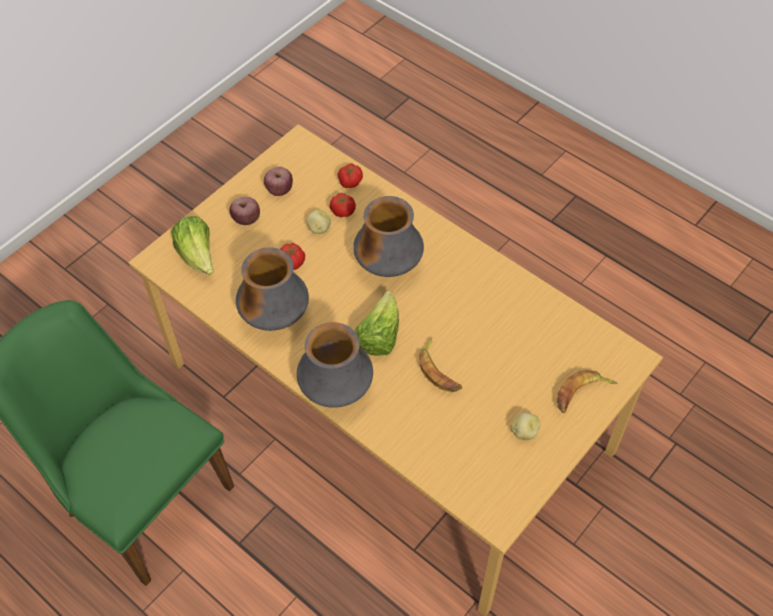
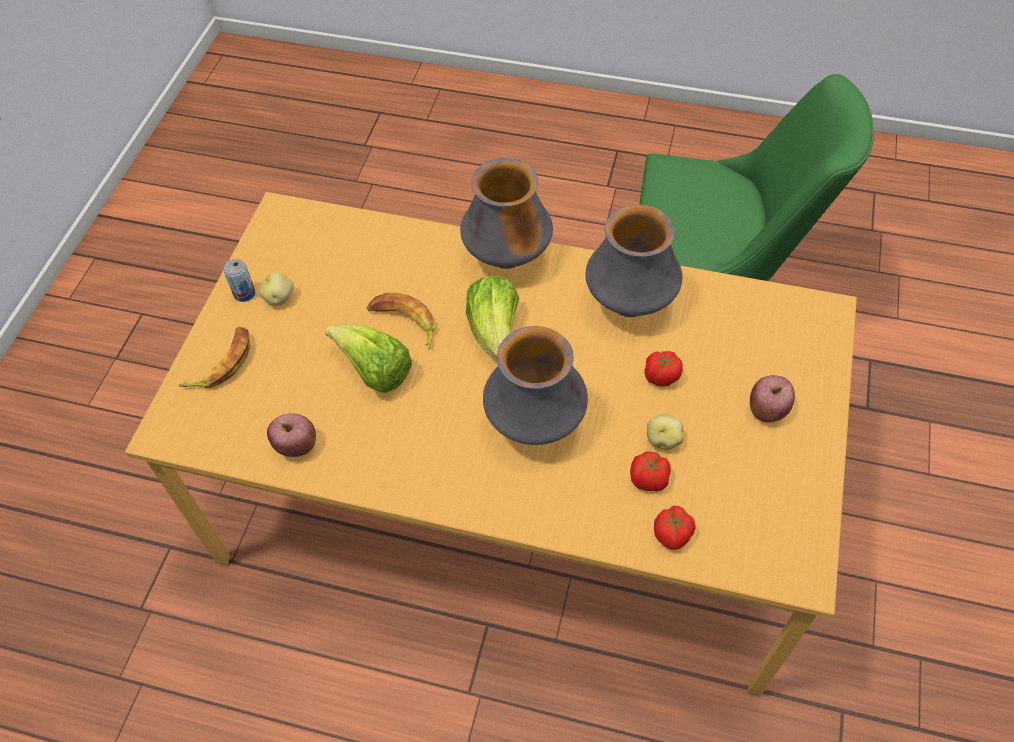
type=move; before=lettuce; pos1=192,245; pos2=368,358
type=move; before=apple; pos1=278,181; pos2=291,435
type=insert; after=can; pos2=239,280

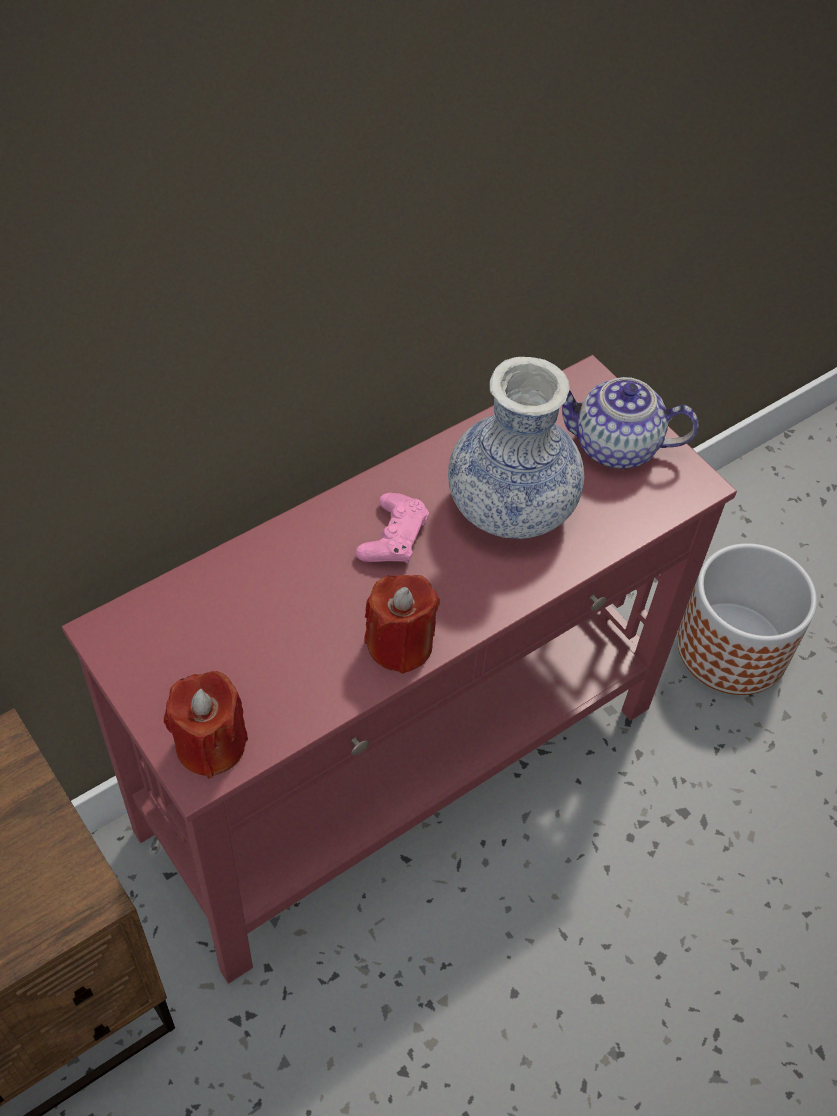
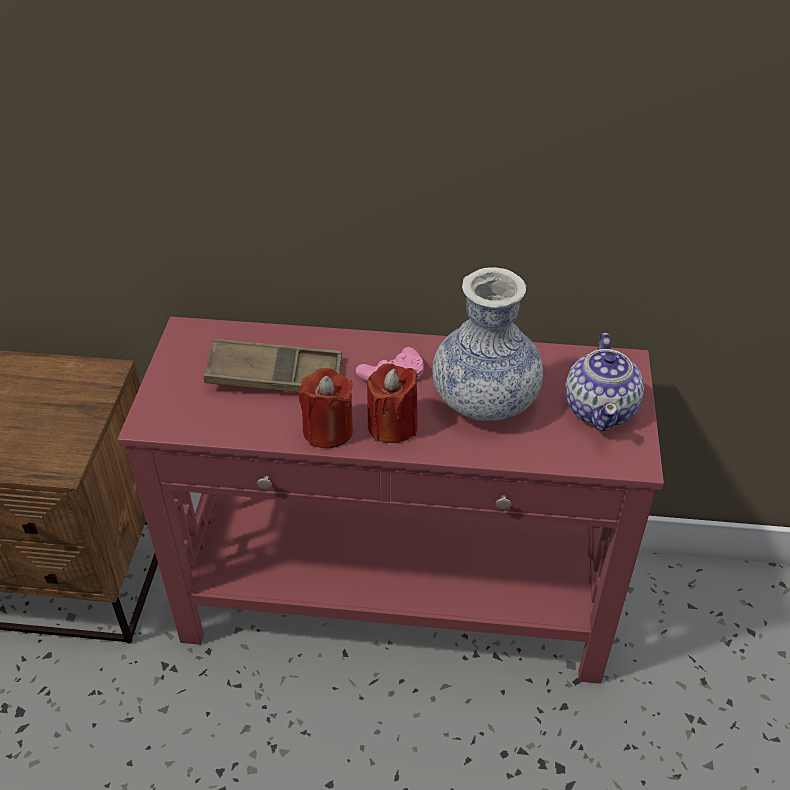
type=move; before=candle (red); pos1=206,724; pos2=392,403
type=rotate; before=teapot; pos1=630,423; pos2=604,382; turn=-135
type=delete; before=planter; pos1=747,619
type=insert; after=tray (brown); pos2=273,365

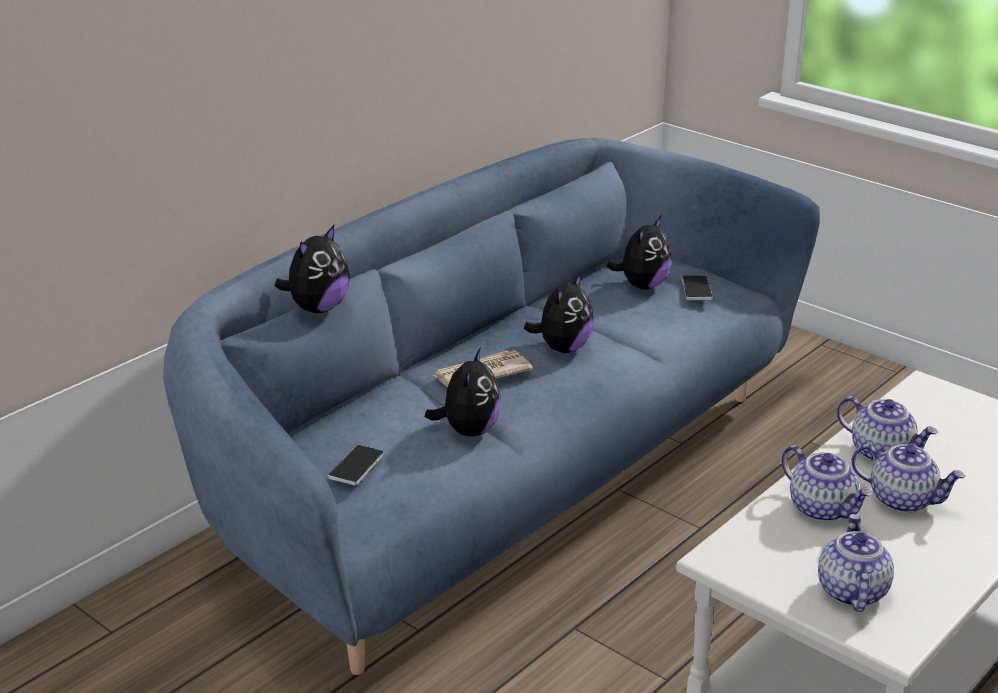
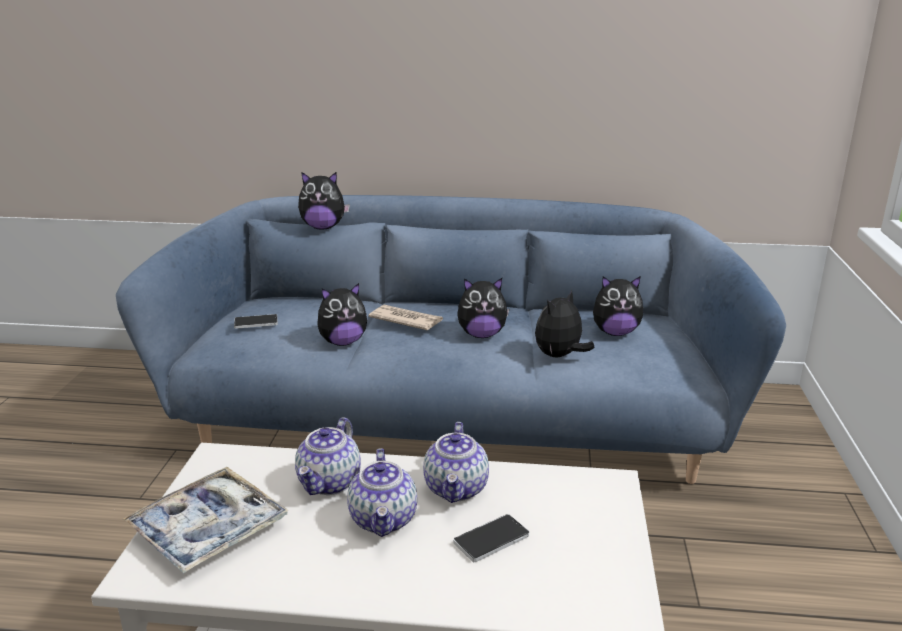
type=move; before=phone; pos1=696,287; pos2=491,538
type=replace; before=teapot; after=tray; pos1=856,563; pos2=206,520
type=insert; after=plush toy; pos2=565,323

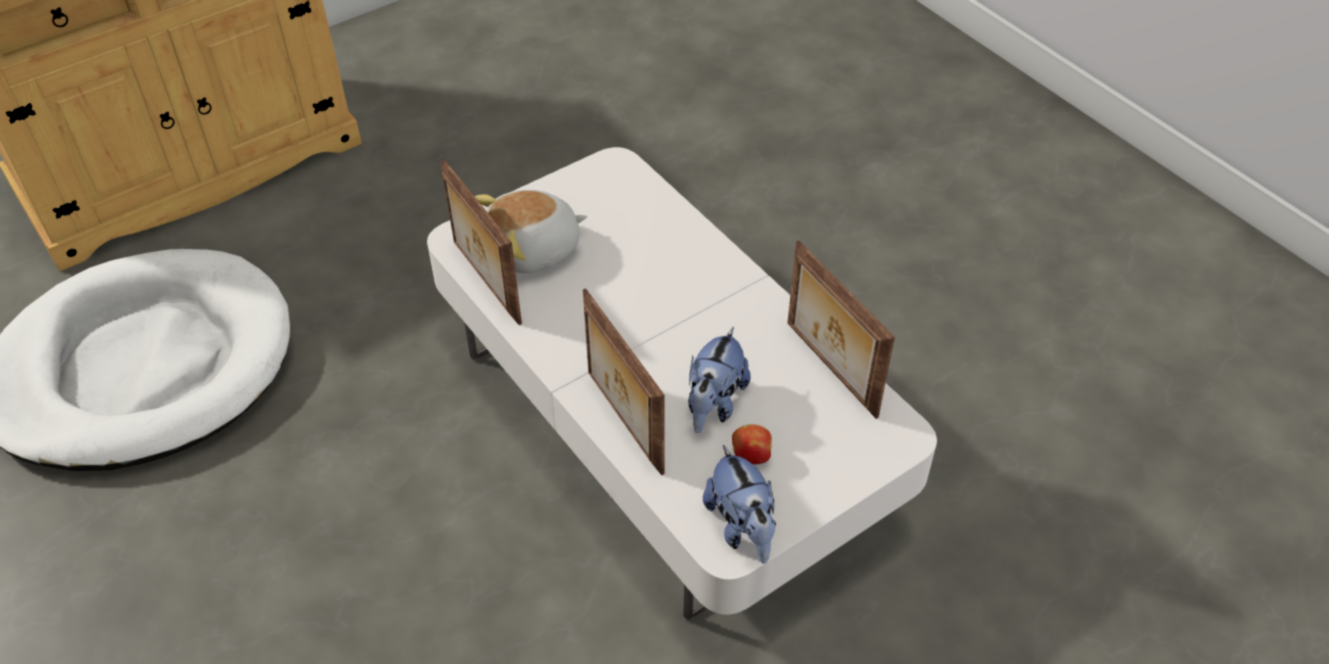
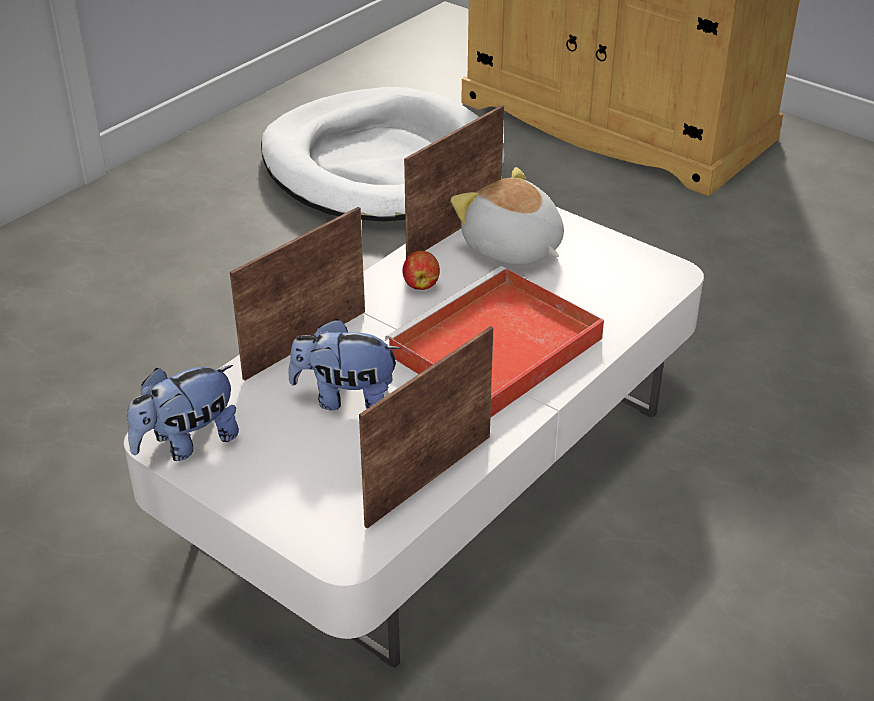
type=move; before=apple; pos1=752,444; pos2=421,270
type=insert; after=tray (red); pos2=494,342

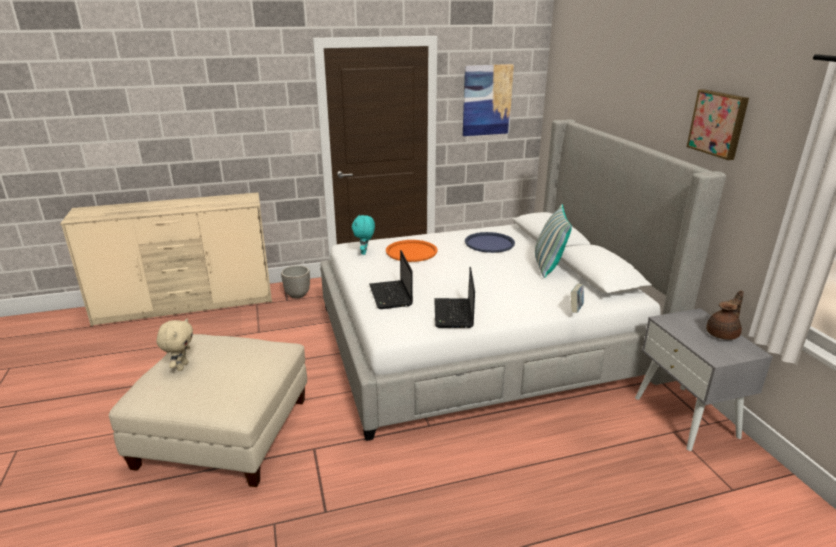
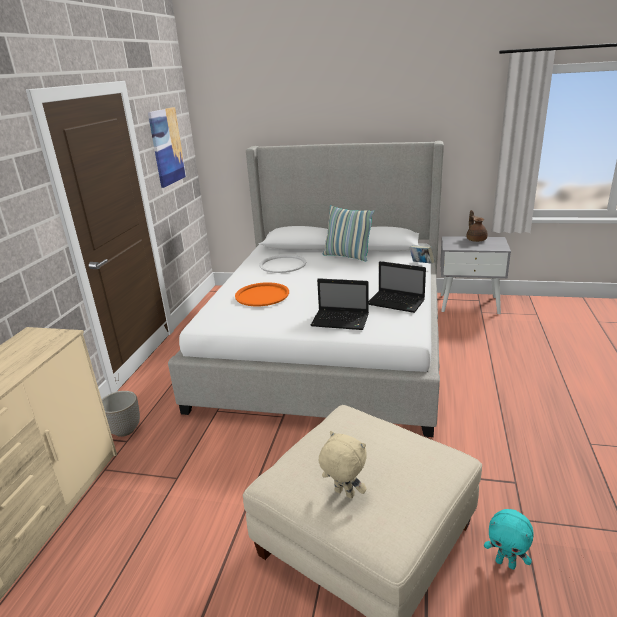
type=move; before=plush toy (turquoise); pos1=363,235; pos2=508,539
type=recolor; before=tray (blue); after=tray (white); pos1=490,242; pos2=282,264
type=delete; before=picture; pos1=718,124

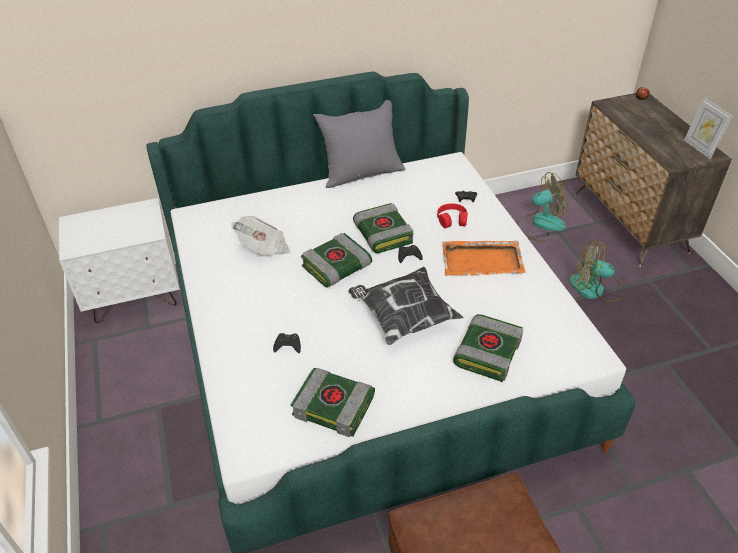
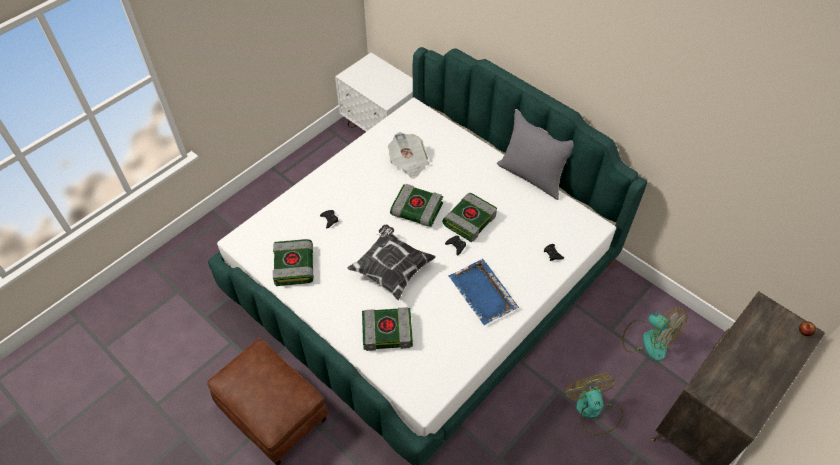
type=delete; before=headphones (red); pos1=452,215
type=recolor; before=tray (orange); after=tray (blue); pos1=483,258; pos2=483,292
type=delete; before=picture frame; pos1=708,128

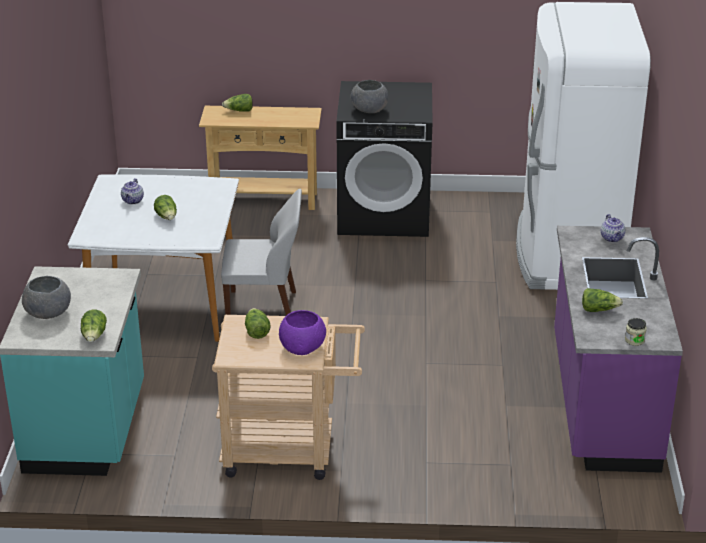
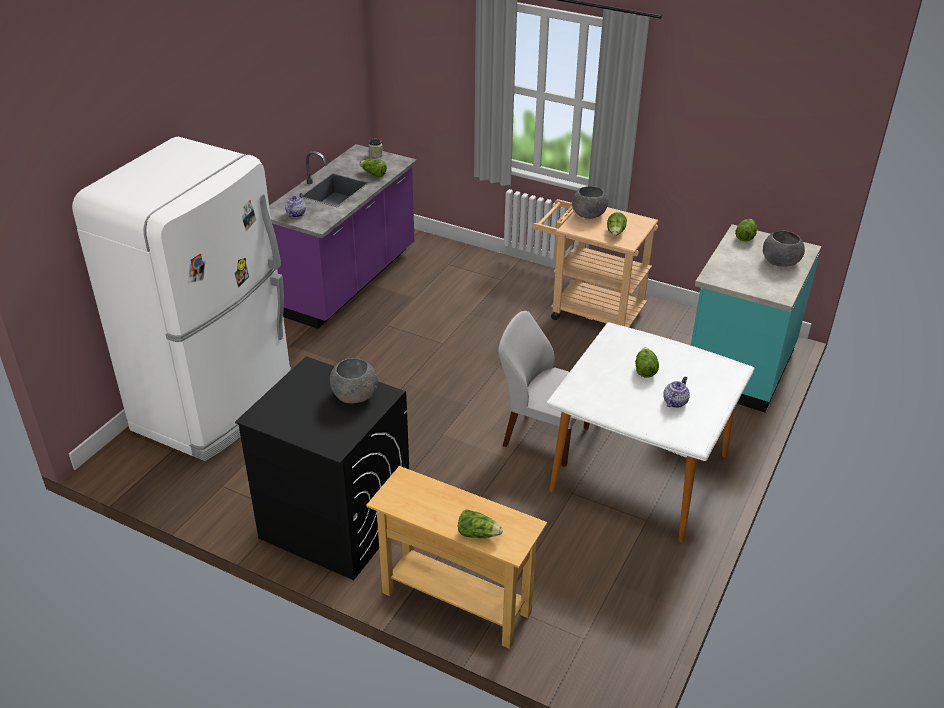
type=recolor; before=bowl (purple); after=bowl (grey); pos1=302,332; pos2=590,202

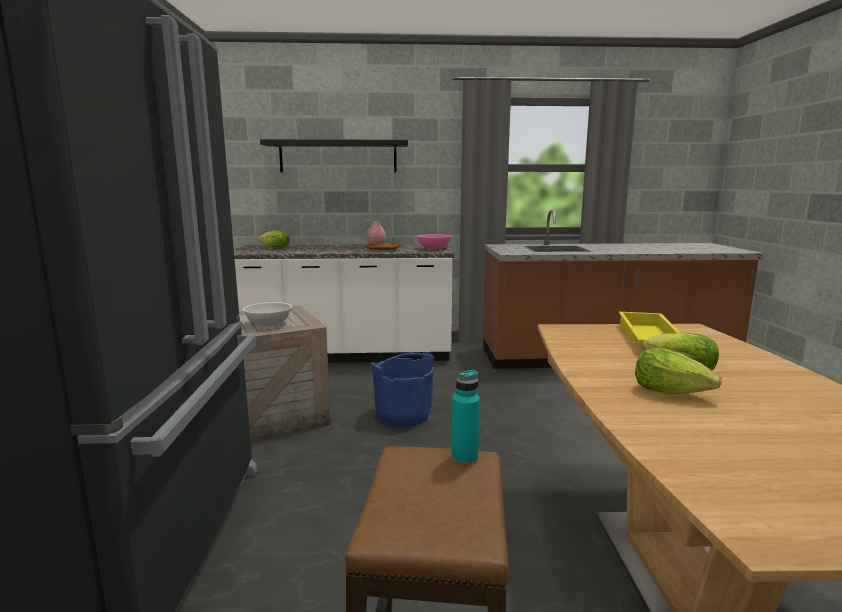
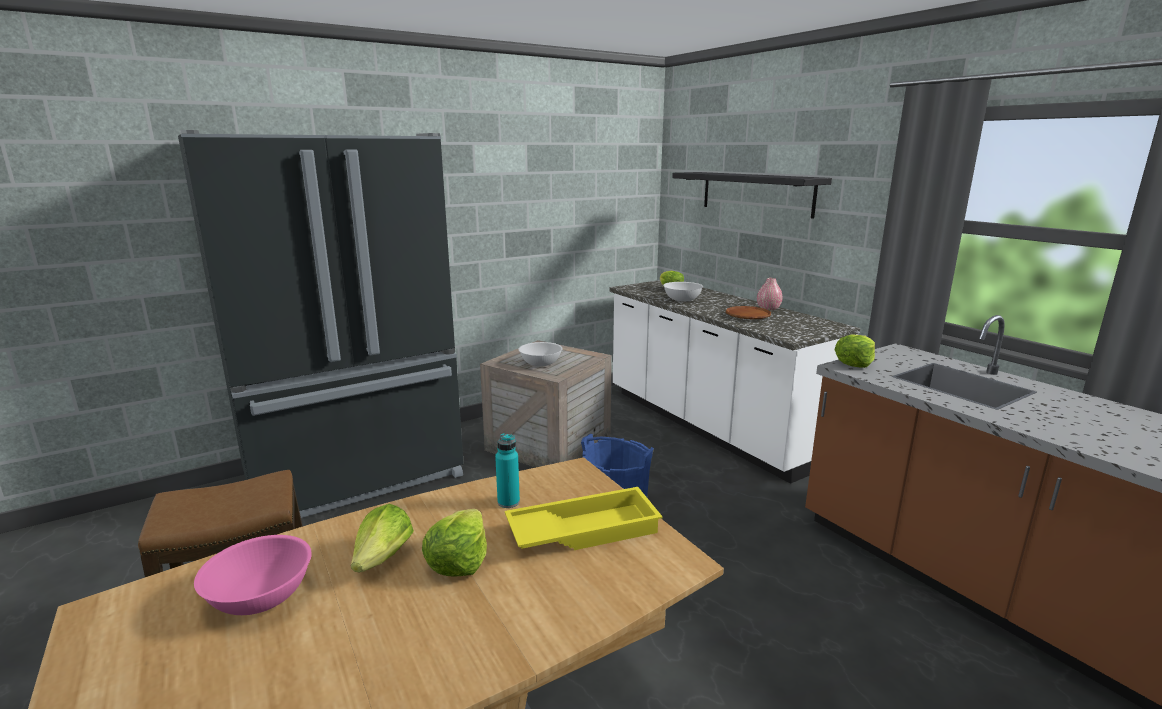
type=move; before=bowl (pink); pos1=434,241; pos2=253,575
type=move; before=bottle (turquoise); pos1=465,417; pos2=507,470
type=insert; after=bowl (white); pos2=683,291
type=insert; after=lettuce; pos2=854,351

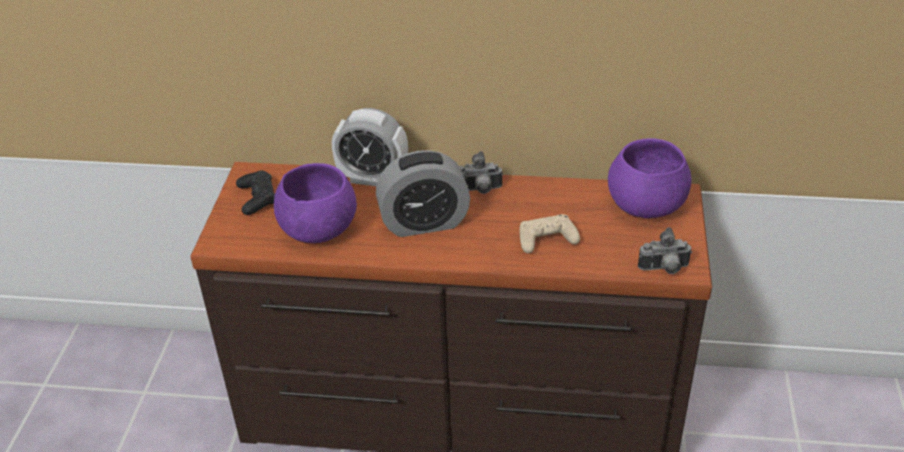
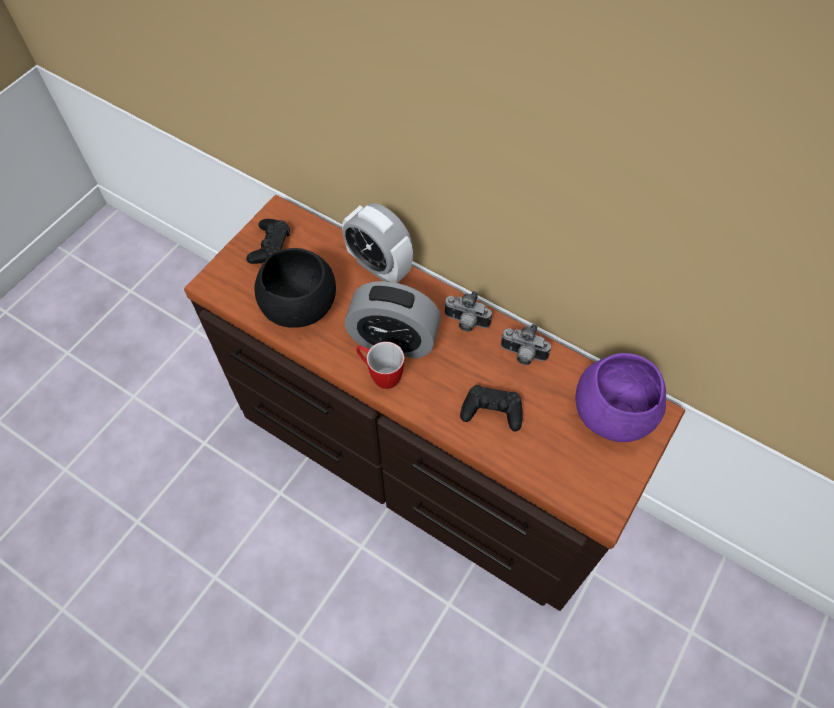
type=recolor; before=bowl (purple); after=bowl (black); pos1=315,203; pos2=295,288
type=recolor; before=game controller (beige); after=game controller (black); pos1=549,234; pos2=491,408
type=move; before=photo camera; pos1=665,250; pos2=526,344
type=insert; after=mug; pos2=380,365

